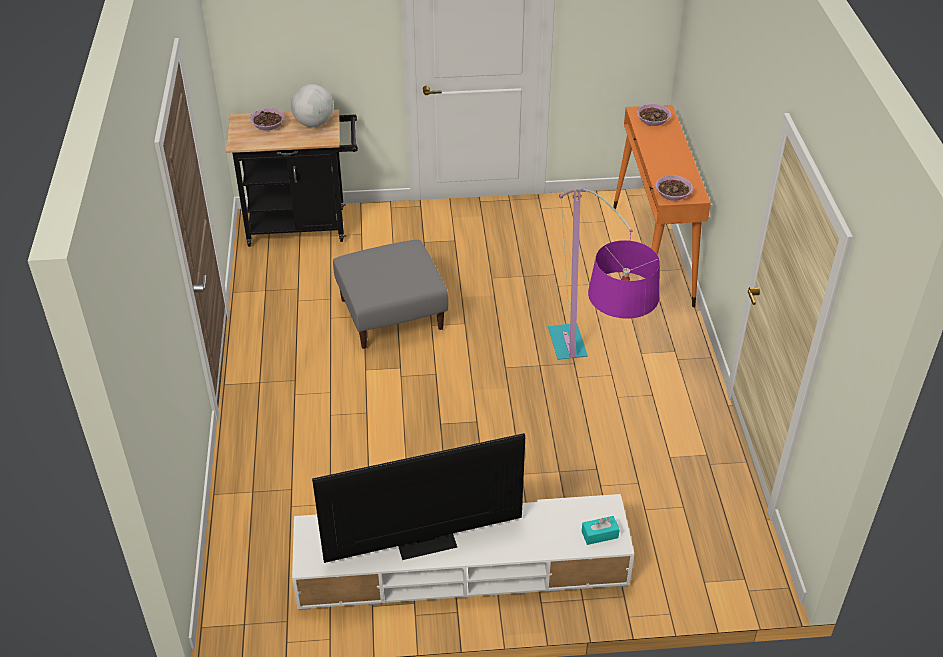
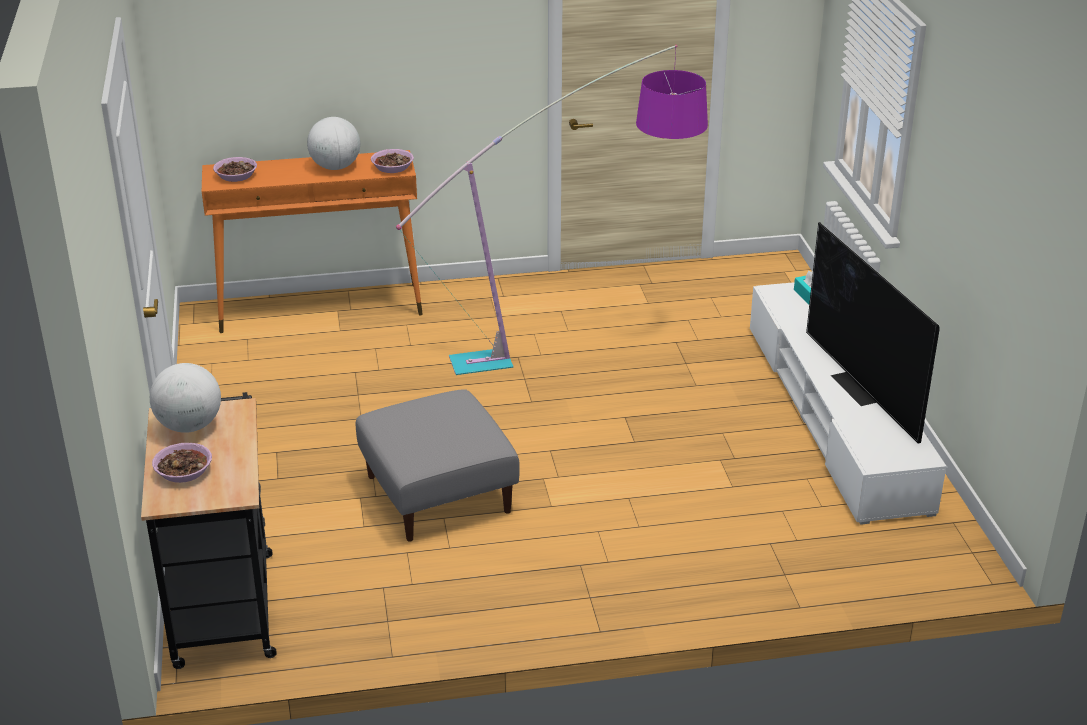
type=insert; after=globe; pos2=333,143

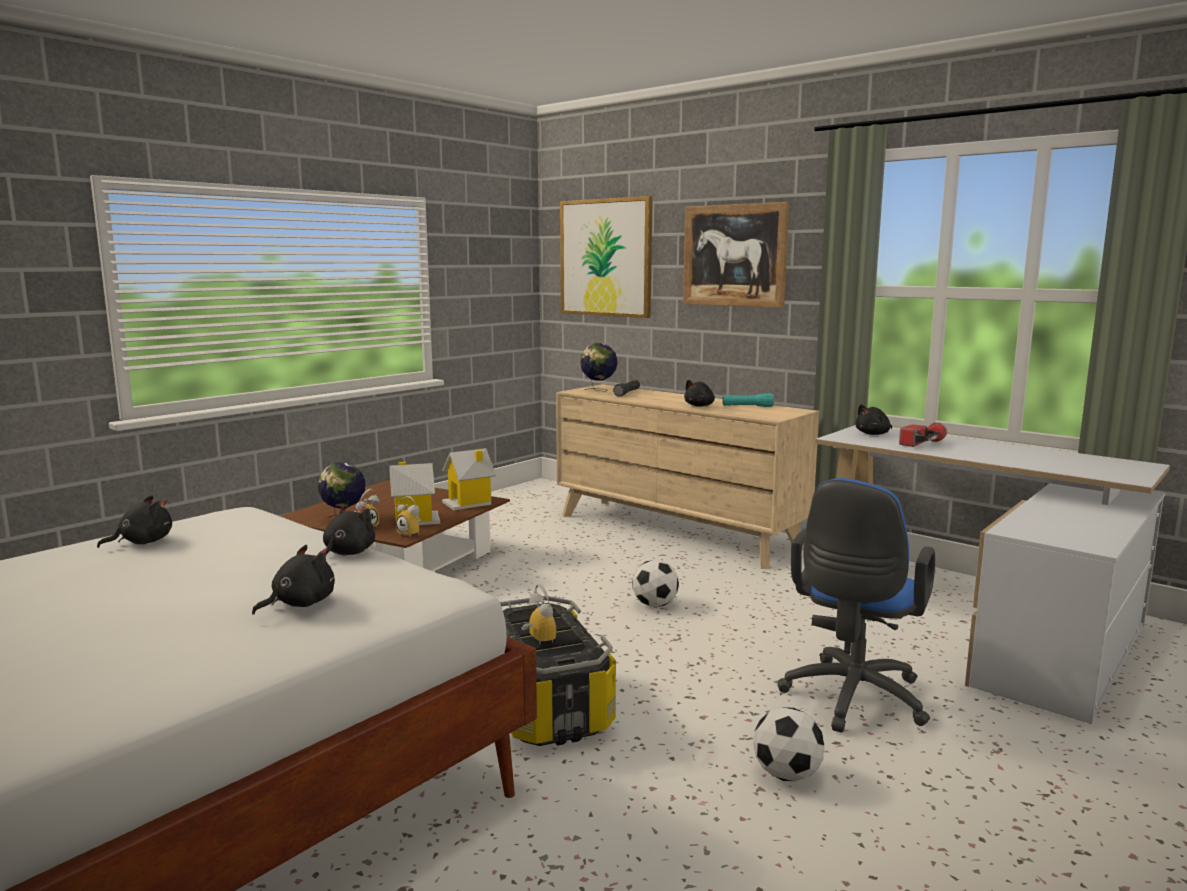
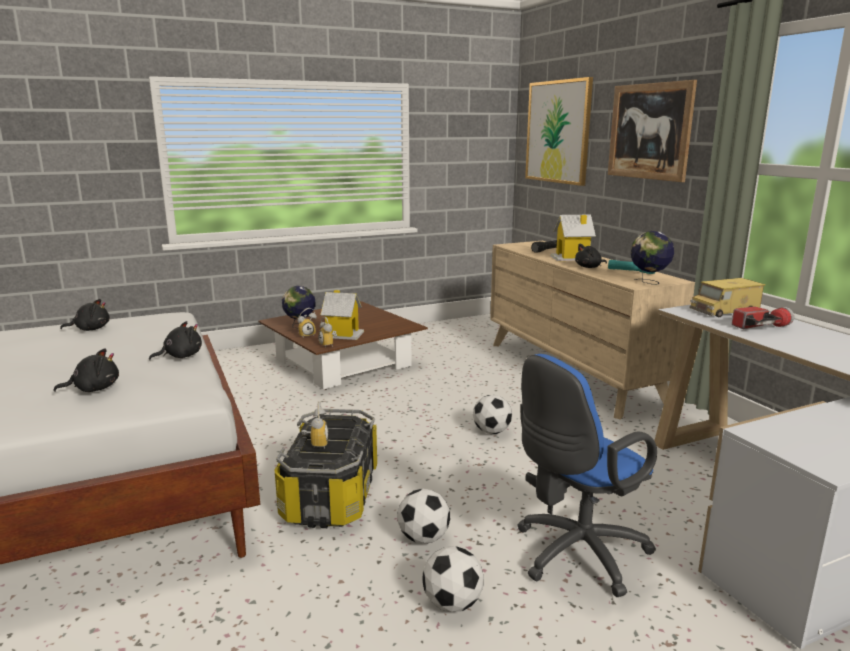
type=move; before=toy house; pos1=469,479; pos2=573,238
type=move; before=globe; pos1=599,367; pos2=652,258
type=replace; before=plush toy (black); after=toy truck; pos1=873,419; pos2=728,297
type=insert; after=football; pos2=424,516

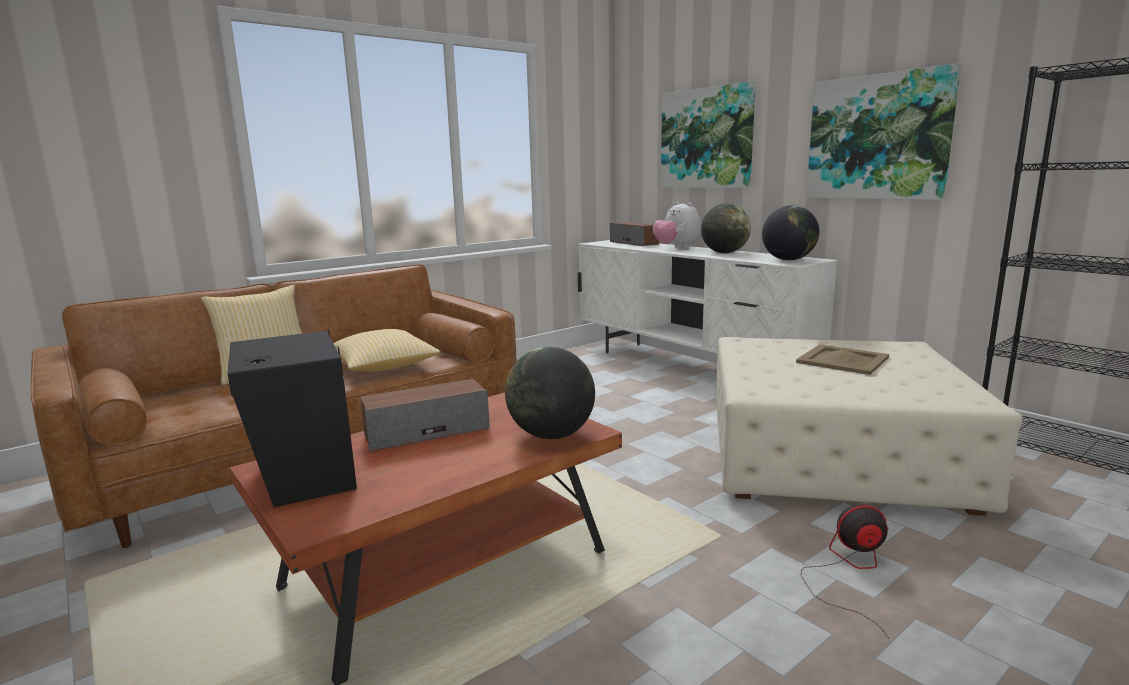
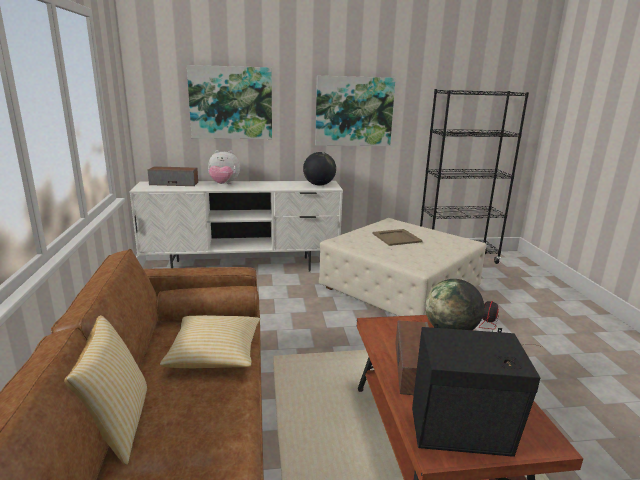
type=delete; before=globe; pos1=726,228

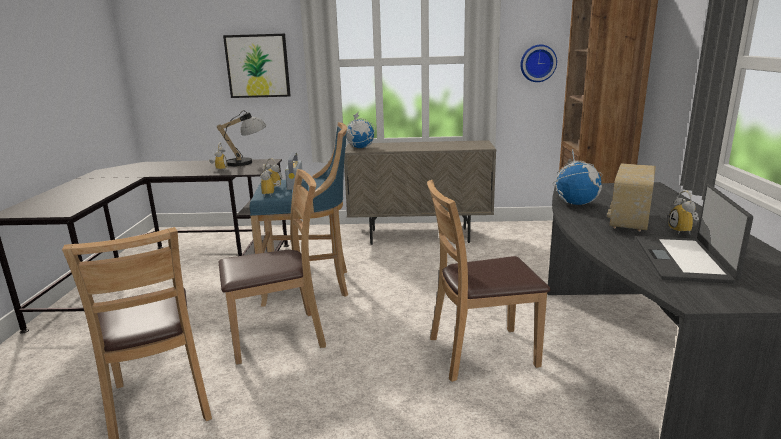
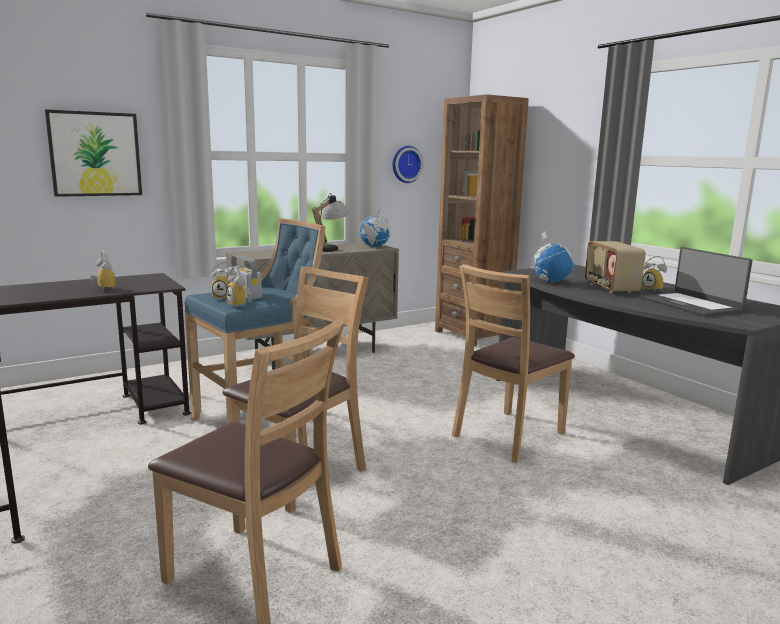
type=move; before=table lamp; pos1=241,138; pos2=330,222
type=move; before=globe; pos1=360,130; pos2=375,227

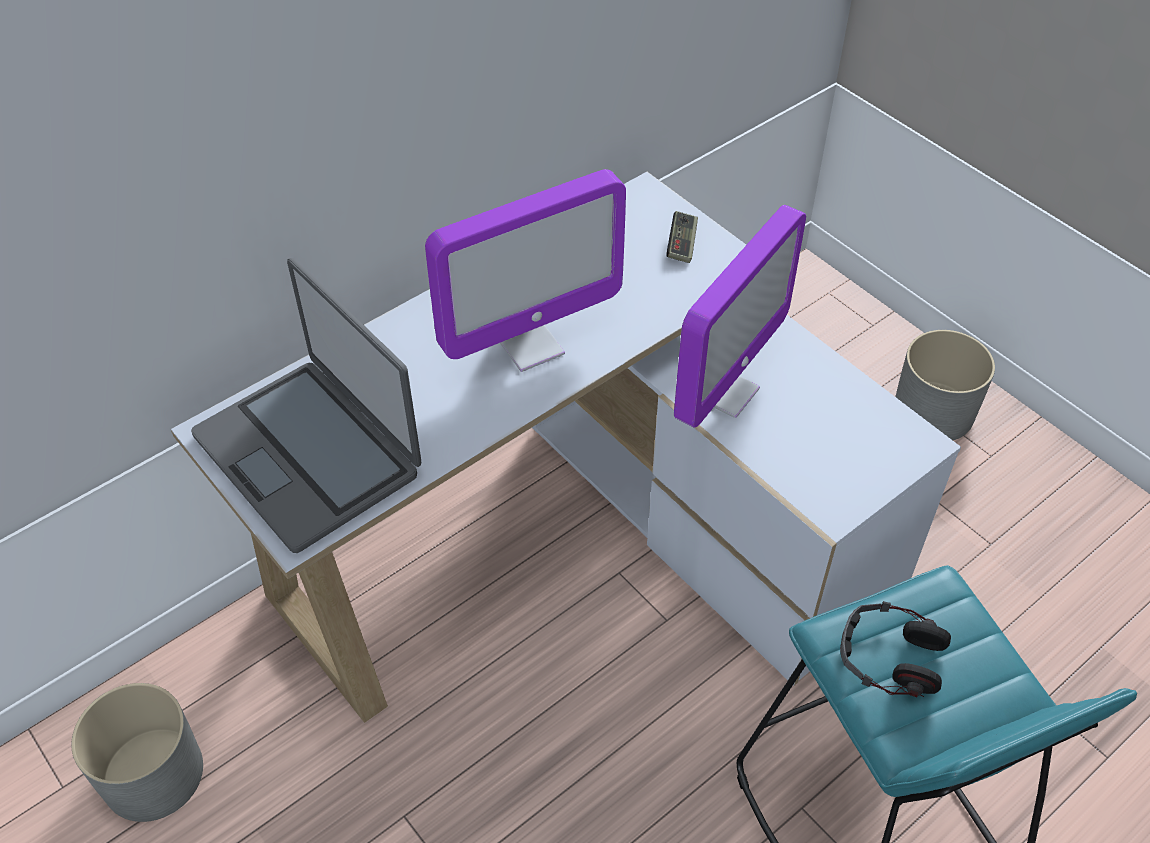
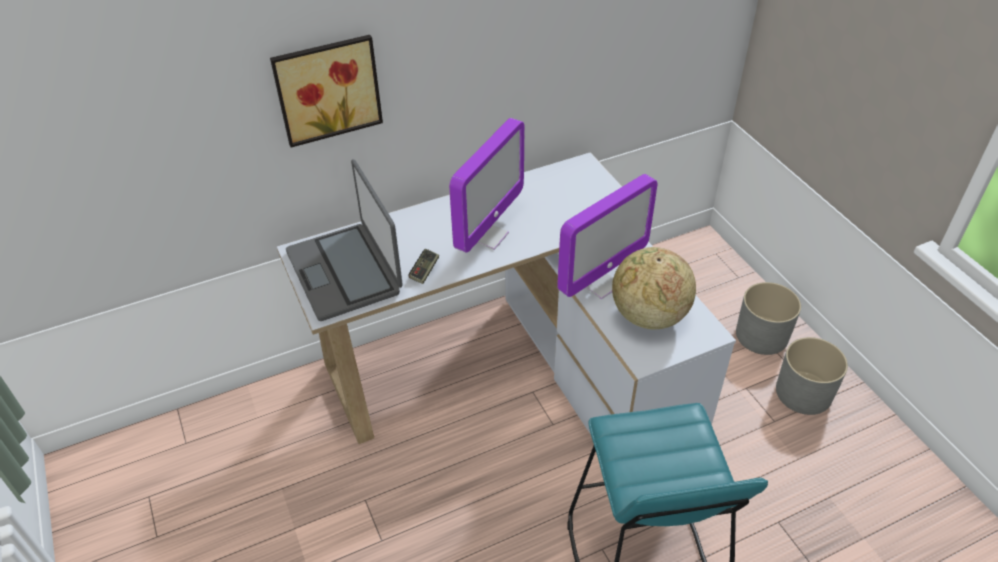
type=move; before=planter (grey); pos1=137,752; pos2=812,376
type=rotate; before=monitor; pos1=525,270; pos2=486,185; turn=-45
type=move; before=game controller; pos1=682,237; pos2=423,266
type=delete; before=headphones; pos1=895,649
type=insert; after=picture; pos2=326,91
type=insert; after=globe; pos2=654,288

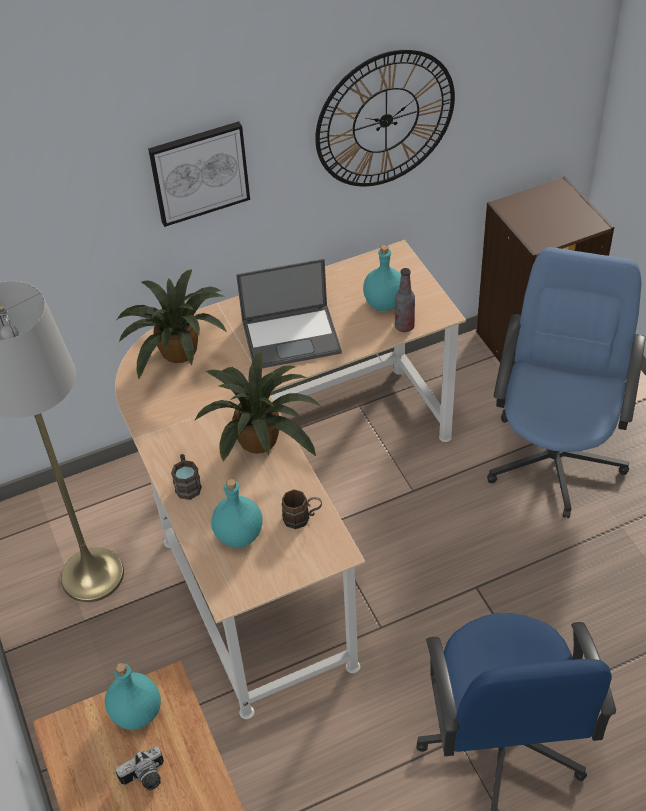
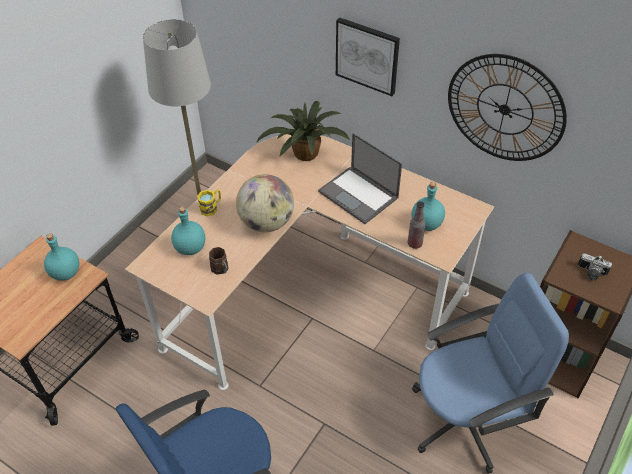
type=move; before=photo camera; pos1=140,768; pos2=595,266
type=recolor; before=mug (brown); after=mug (yellow); pos1=186,477; pos2=209,203
type=replace; before=potted plant; after=globe; pos1=257,406; pos2=265,203

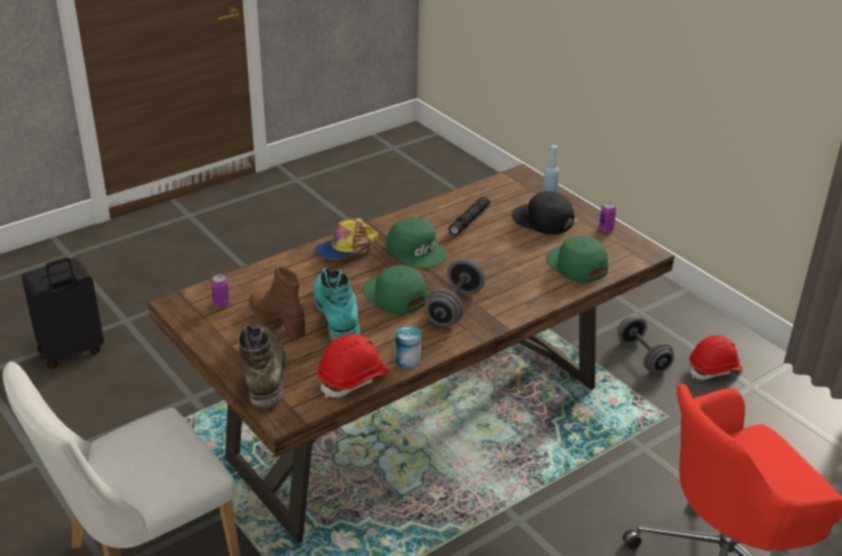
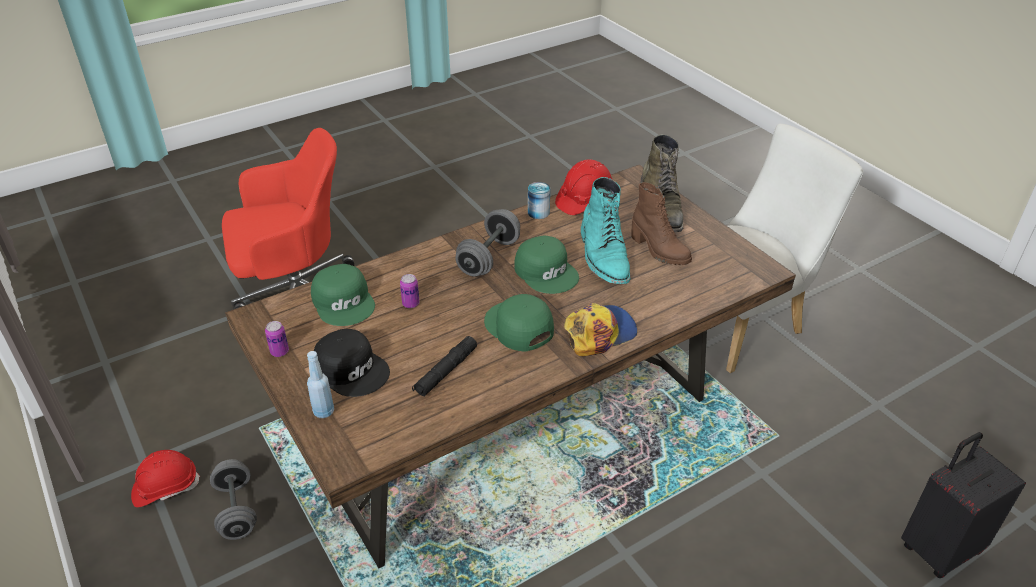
type=move; before=can; pos1=220,290; pos2=410,291

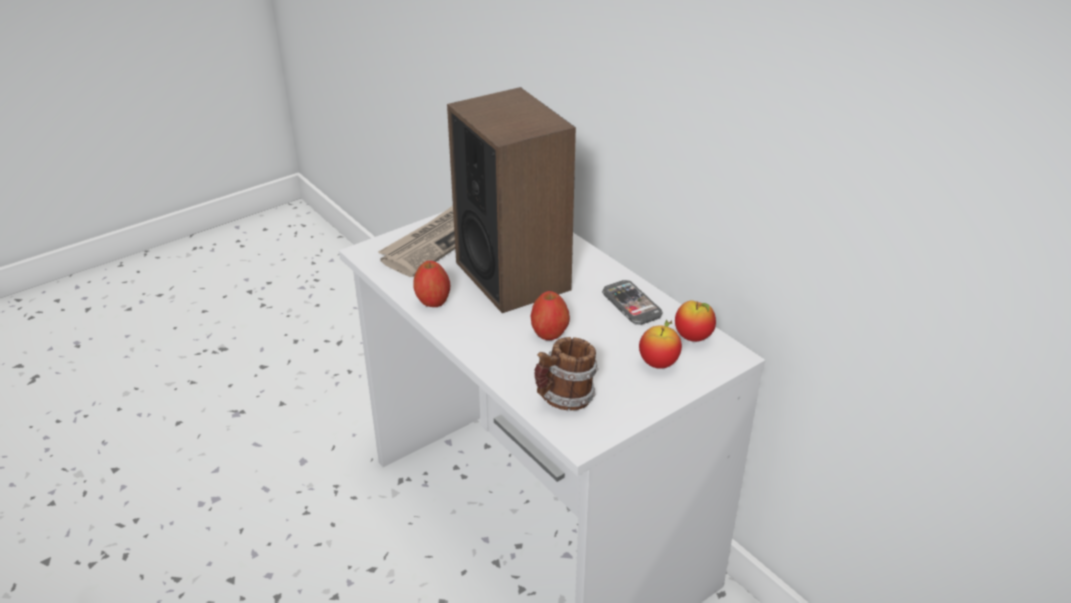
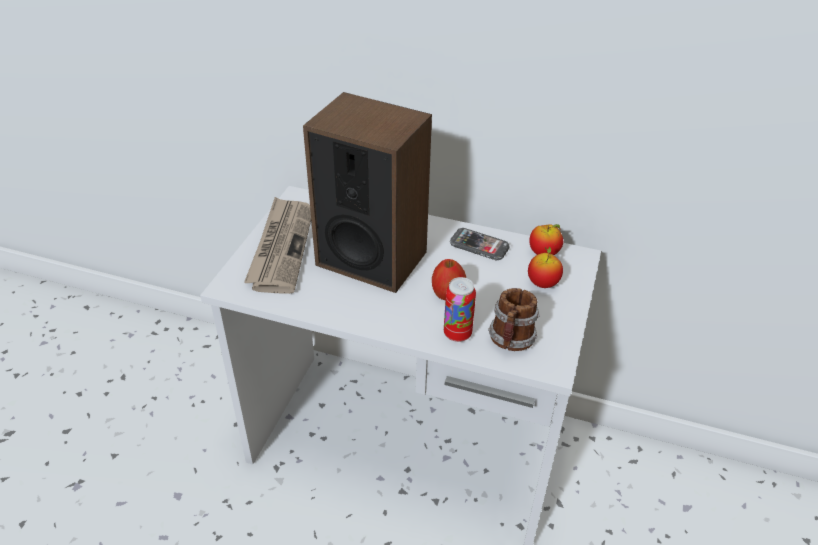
type=delete; before=apple; pos1=432,284
type=insert; after=can; pos2=460,309

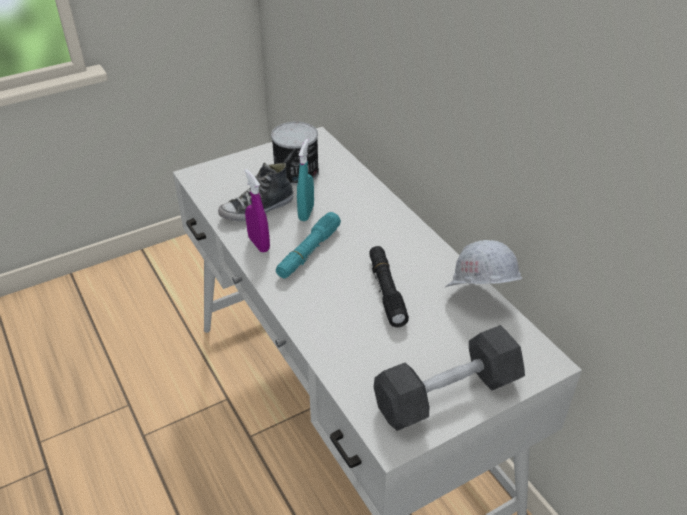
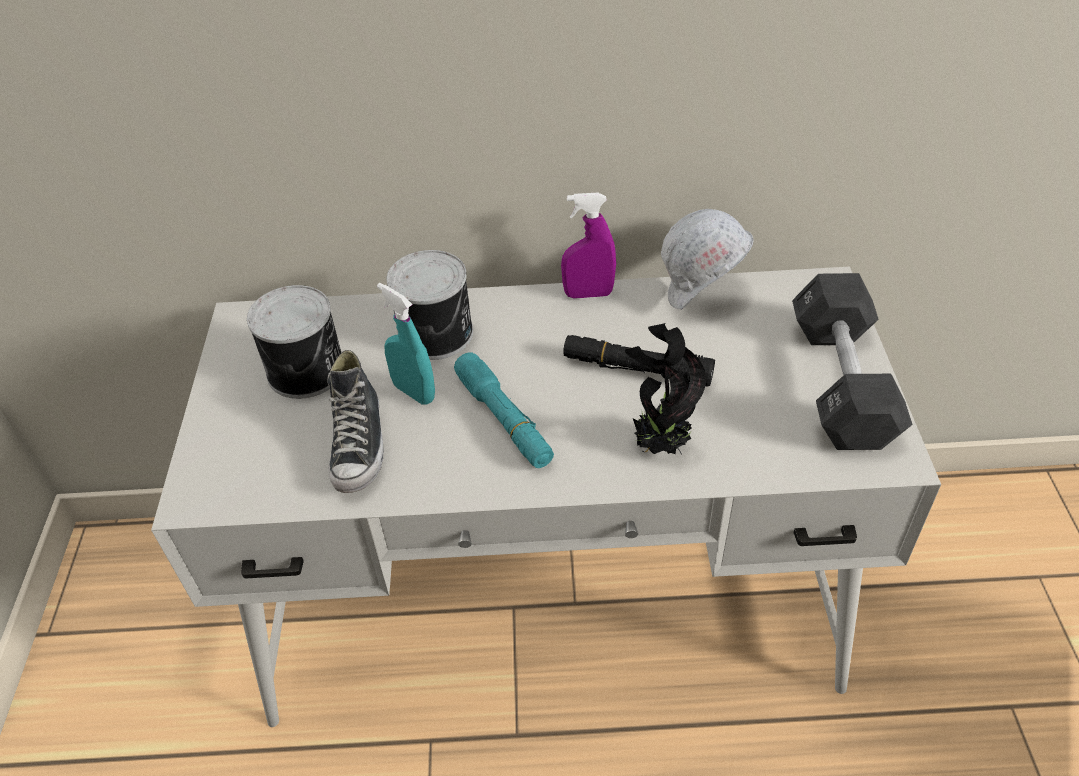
type=move; before=spray bottle (purple); pos1=257,211; pos2=588,246
type=insert; after=can; pos2=429,305
type=insert; after=potted plant; pos2=665,388

